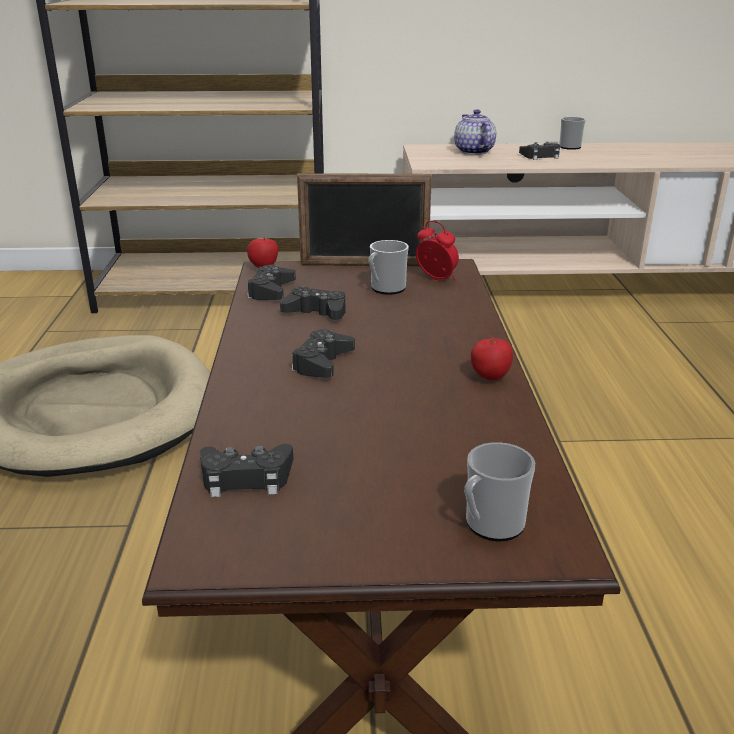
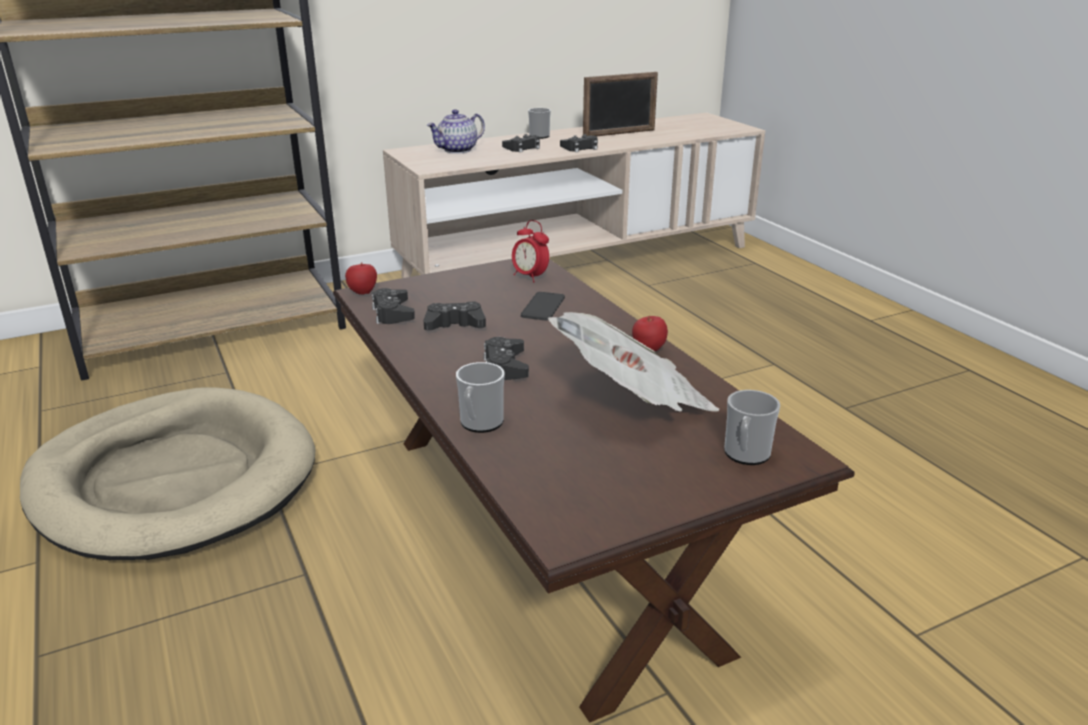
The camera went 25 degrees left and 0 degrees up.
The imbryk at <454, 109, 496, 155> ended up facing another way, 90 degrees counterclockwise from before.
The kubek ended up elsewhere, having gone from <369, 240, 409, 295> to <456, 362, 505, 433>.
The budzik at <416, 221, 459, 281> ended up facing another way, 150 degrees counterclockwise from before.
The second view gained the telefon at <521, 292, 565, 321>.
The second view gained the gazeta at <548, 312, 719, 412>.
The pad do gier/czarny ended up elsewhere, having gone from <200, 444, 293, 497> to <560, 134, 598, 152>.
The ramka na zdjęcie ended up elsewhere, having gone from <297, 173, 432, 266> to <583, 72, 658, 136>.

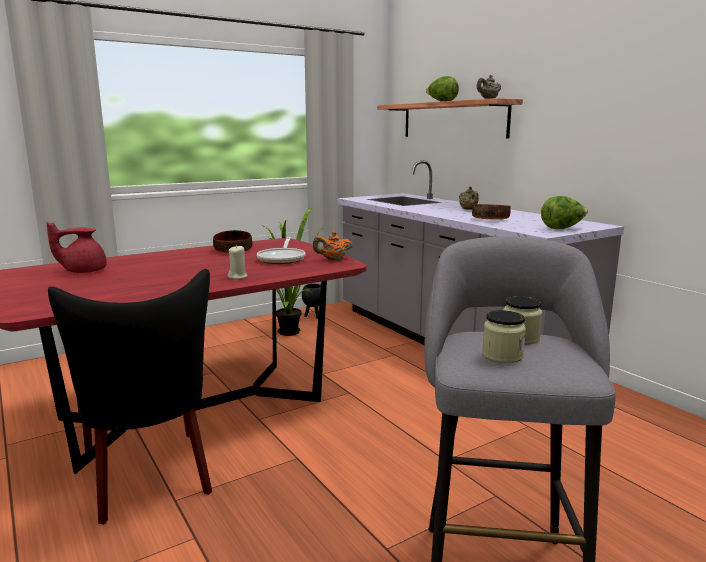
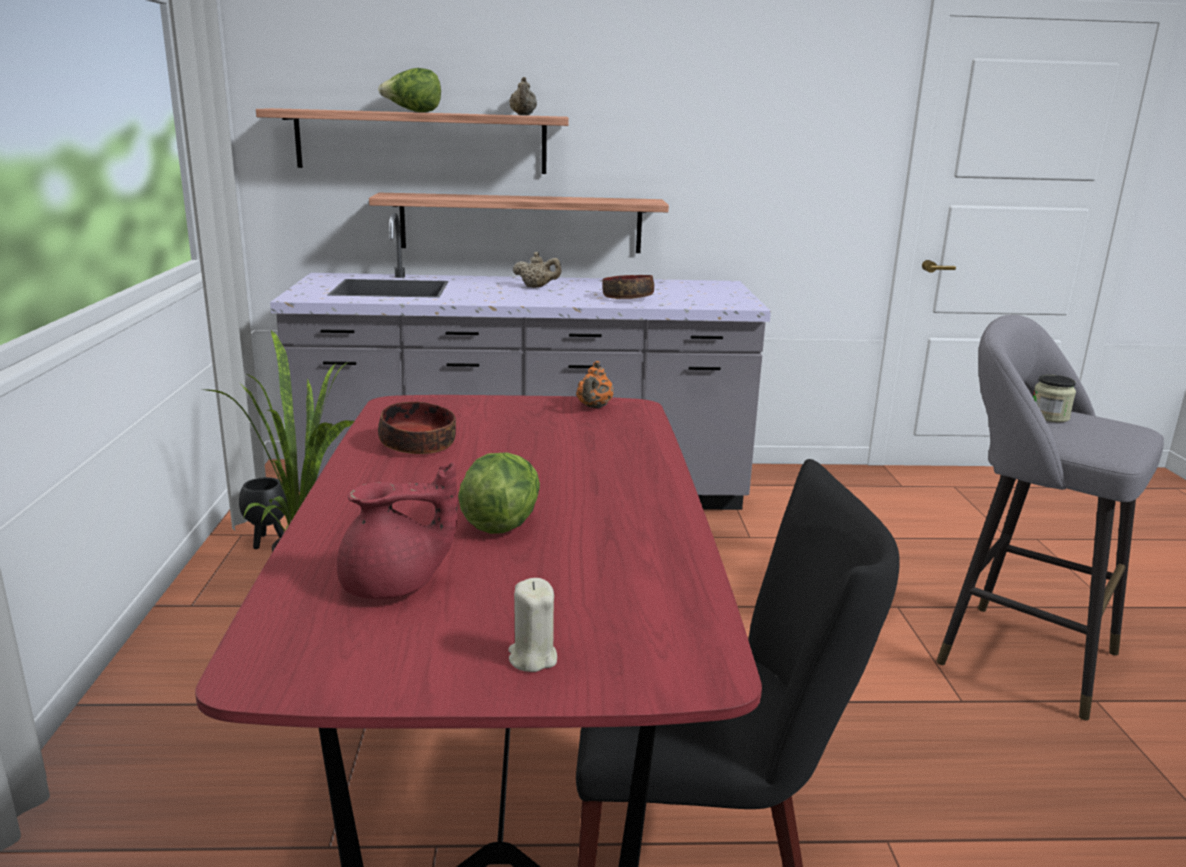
The camera went 60 degrees left and 5 degrees up.
The imbryk/czerwony at <46, 222, 107, 273> ended up facing another way, 105 degrees counterclockwise from before.
The second view gained the półka at <369, 193, 669, 253>.
The sałata ended up elsewhere, having gone from <541, 196, 588, 229> to <458, 452, 540, 534>.
The świeca/beżowy ended up elsewhere, having gone from <228, 245, 248, 279> to <508, 578, 557, 672>.
The second view lost the patelnia at <257, 237, 305, 264>.
The second view lost the słoik at <482, 310, 526, 363>.

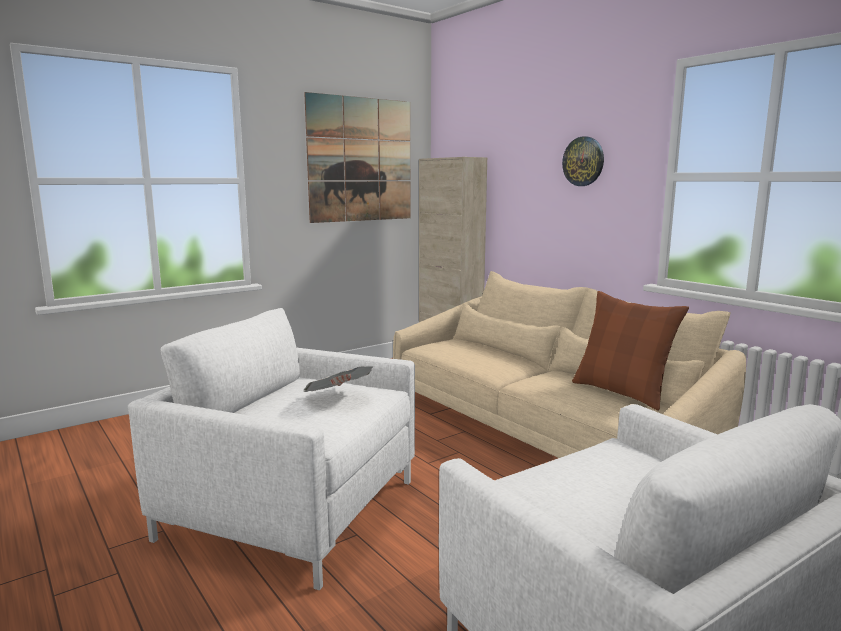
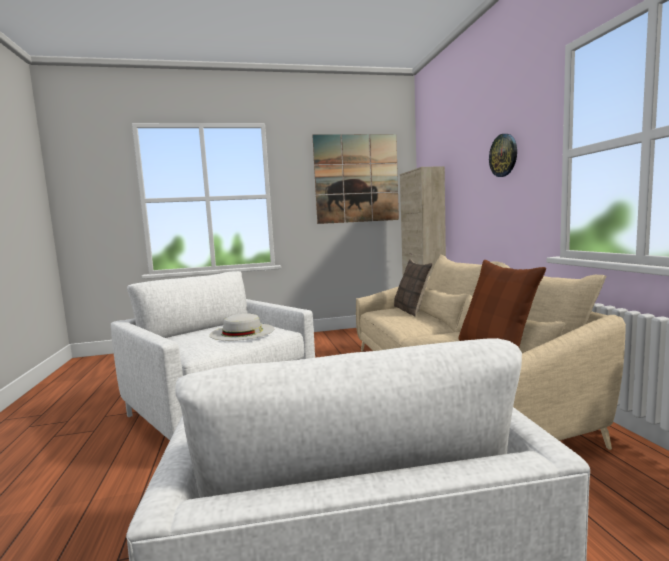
The camera went 25 degrees right and 5 degrees down.
Where the gazeta stood at <304, 366, 373, 392>, the kapelusz/biały came to stand at <209, 313, 274, 341>.
The second view gained the poduszka at <394, 259, 433, 317>.

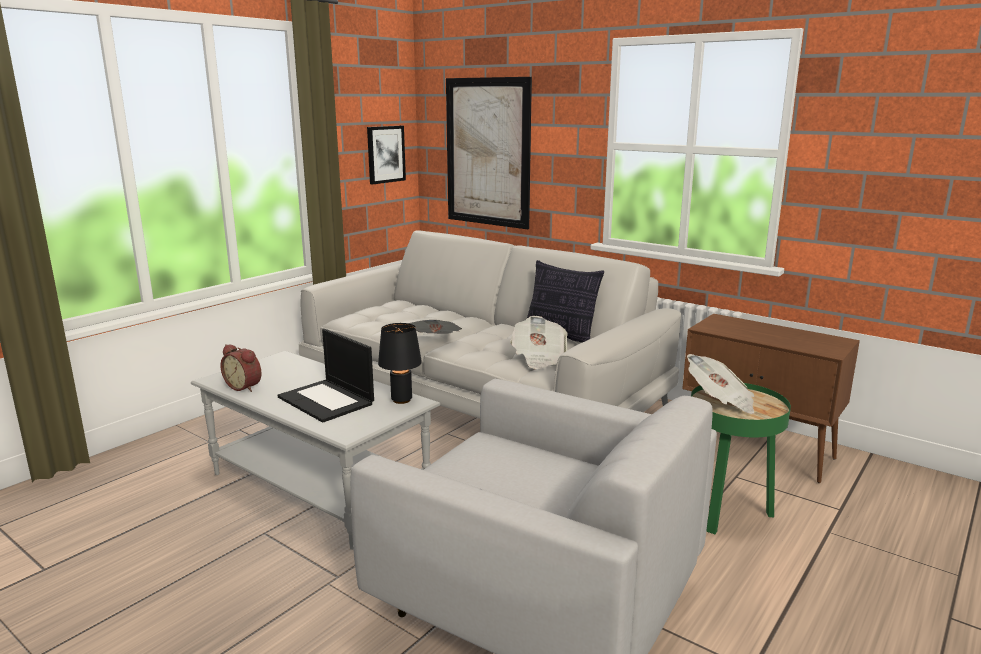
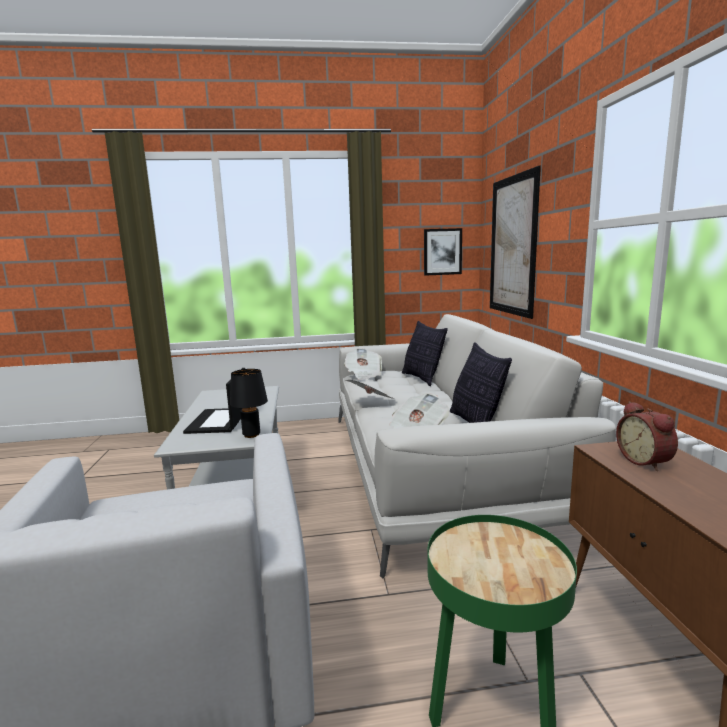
The camera went 45 degrees right and 5 degrees down.
The gazeta ended up elsewhere, having gone from <687, 354, 754, 414> to <344, 348, 382, 380>.
The second view gained the poduszka at <402, 321, 448, 386>.
The budzik ended up elsewhere, having gone from <220, 344, 261, 392> to <616, 401, 678, 471>.

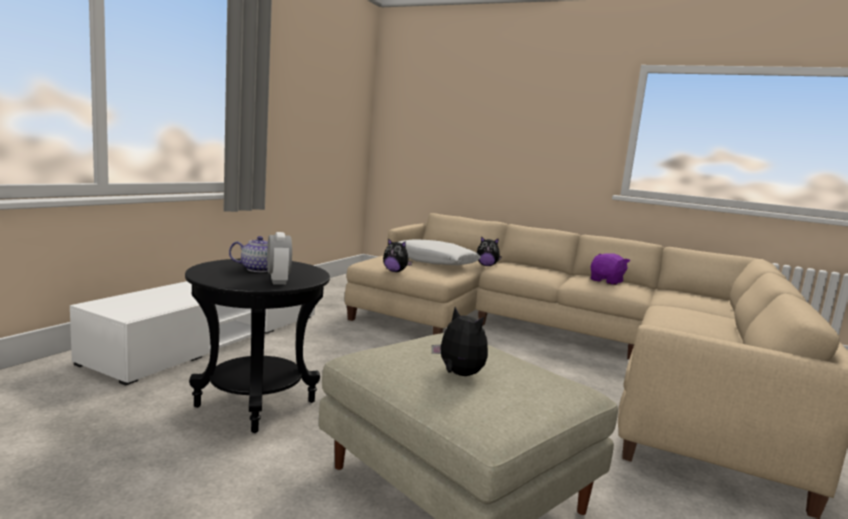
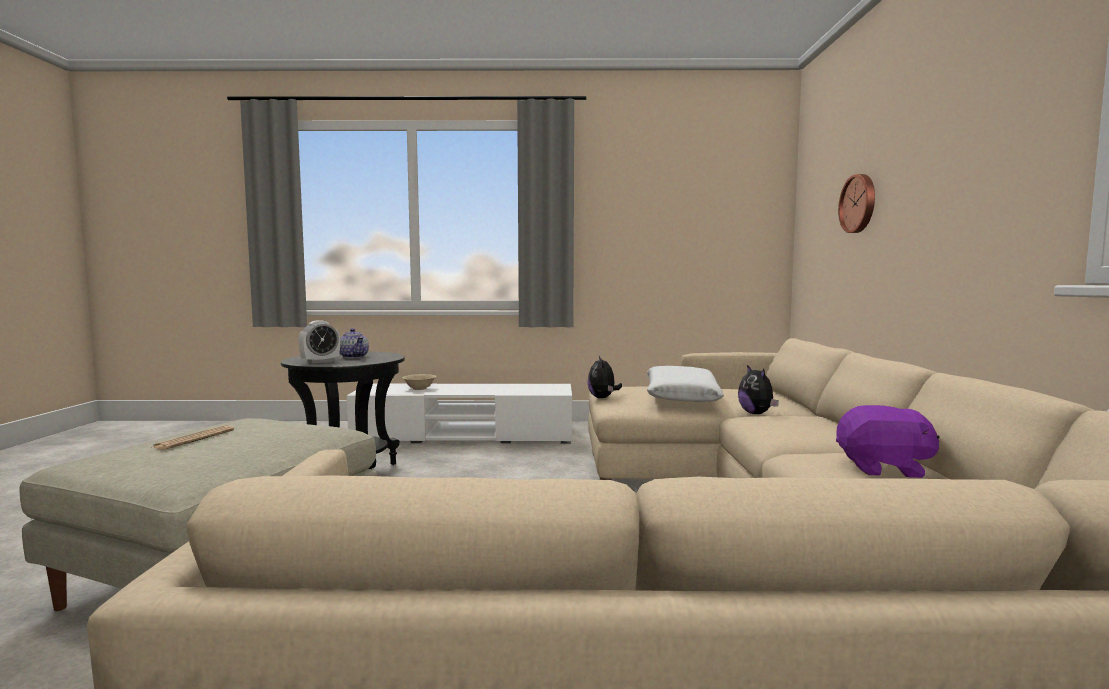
The camera went 65 degrees right and 5 degrees down.
Where the pluszak stood at <432, 307, 488, 376>, the gazeta came to stand at <151, 426, 234, 450>.
The second view gained the miska/beżowy at <403, 374, 436, 390>.
The second view gained the zegar ścienny at <838, 174, 875, 233>.

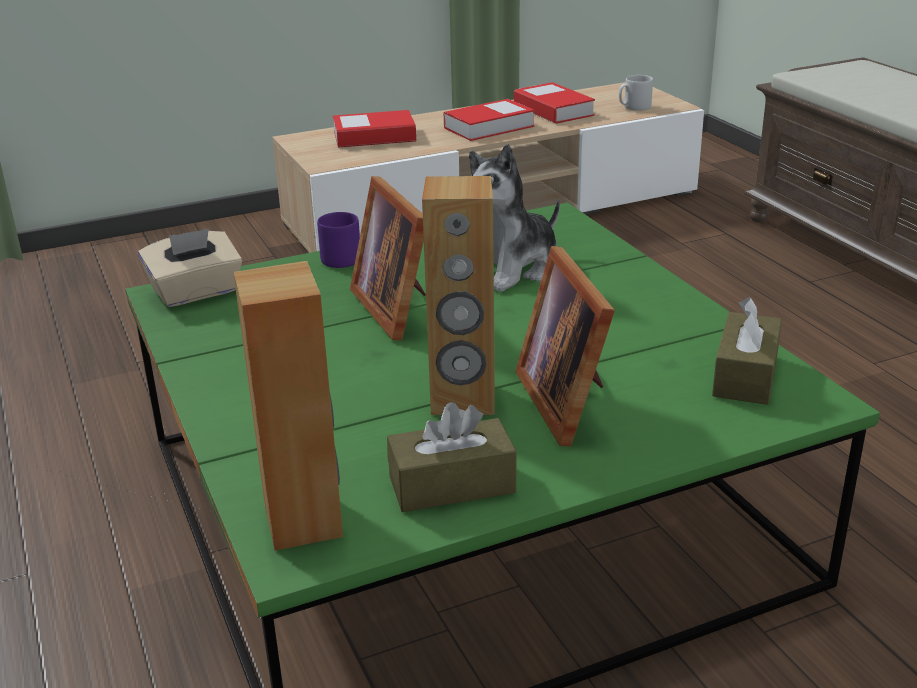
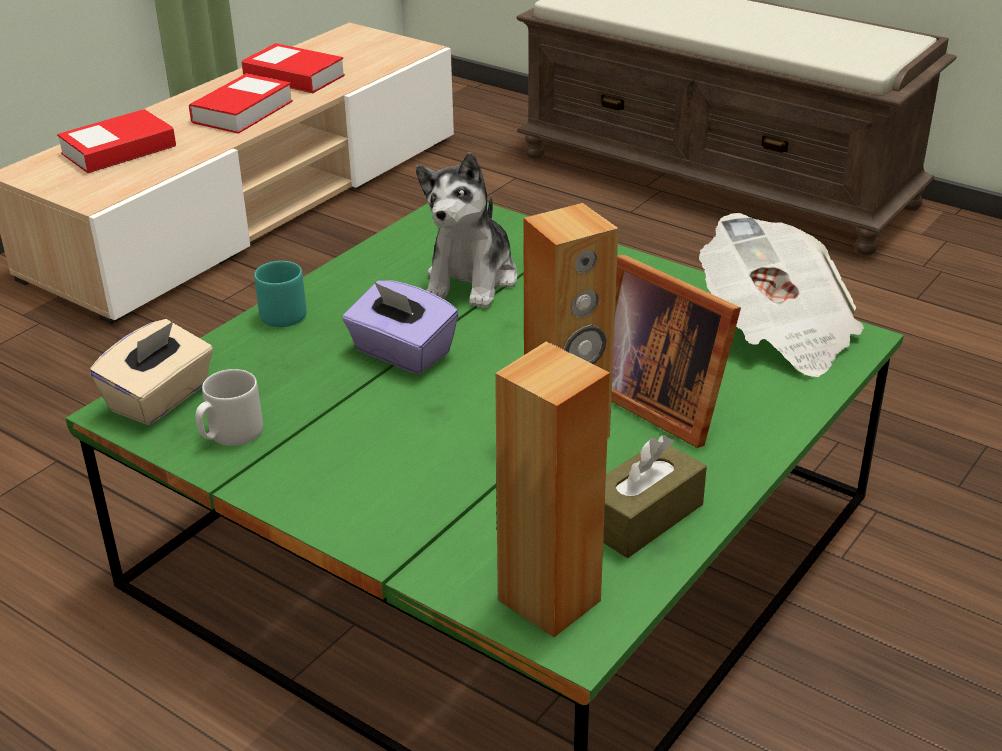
The camera went 30 degrees left and 5 degrees up.
The kubek/szary ended up elsewhere, having gone from <619, 75, 653, 111> to <196, 369, 263, 446>.
What was the kubek/fioletowy at <317, 212, 360, 268> turned into the kubek/turkusowy at <254, 261, 306, 327>.
Where the ramka na zdjęcie stood at <350, 176, 426, 340>, the pudełko chusteczek/fioletowy came to stand at <343, 280, 459, 374>.
Where the pudełko chusteczek/brązowy stood at <712, 297, 782, 405>, the gazeta came to stand at <699, 213, 864, 377>.

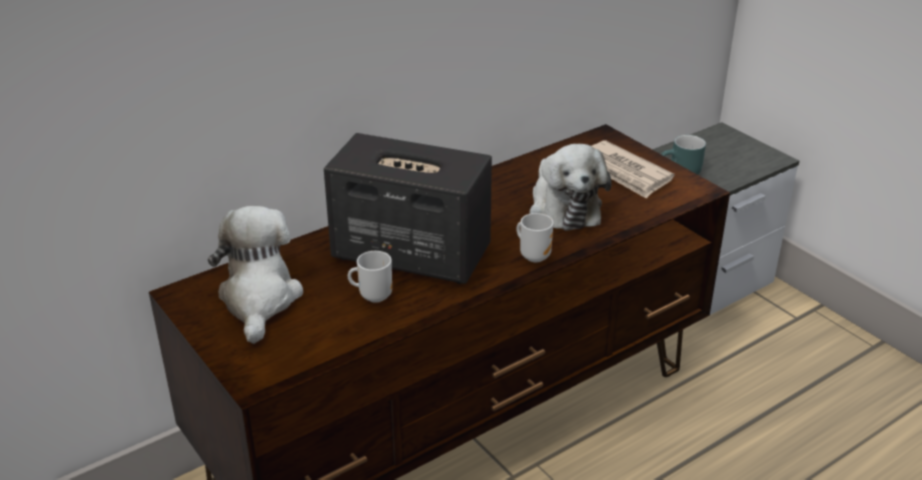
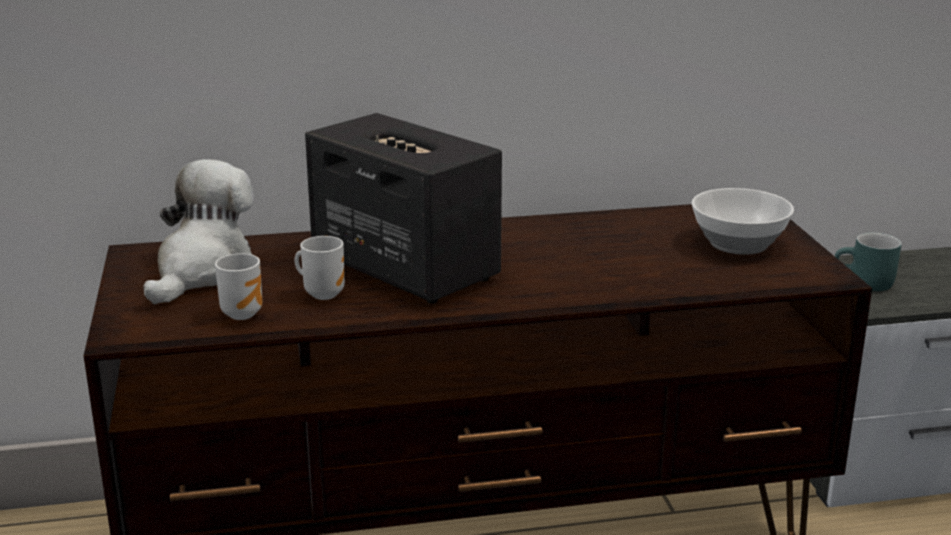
The camera went 25 degrees right and 10 degrees down.
The kubek ended up elsewhere, having gone from <517, 213, 554, 263> to <215, 253, 262, 320>.
Where the gazeta stood at <592, 140, 675, 199>, the miska came to stand at <692, 188, 794, 255>.
The second view lost the pluszak at <530, 144, 611, 231>.

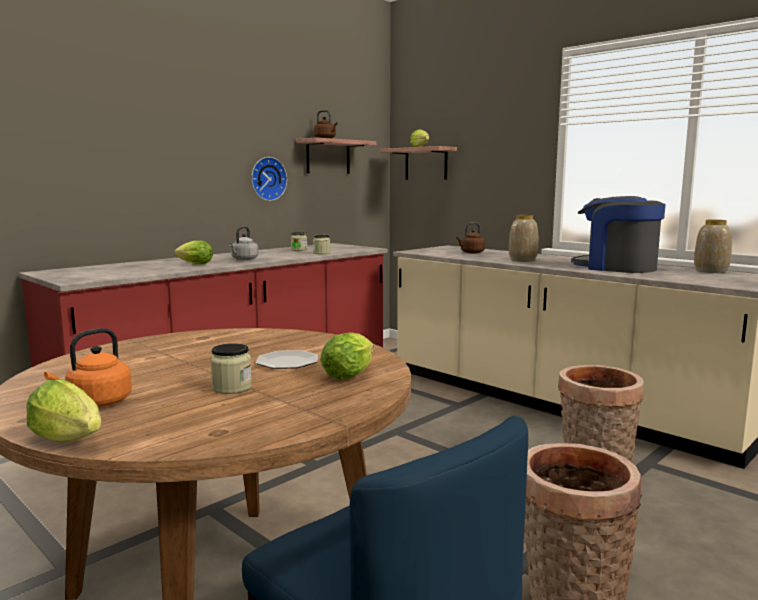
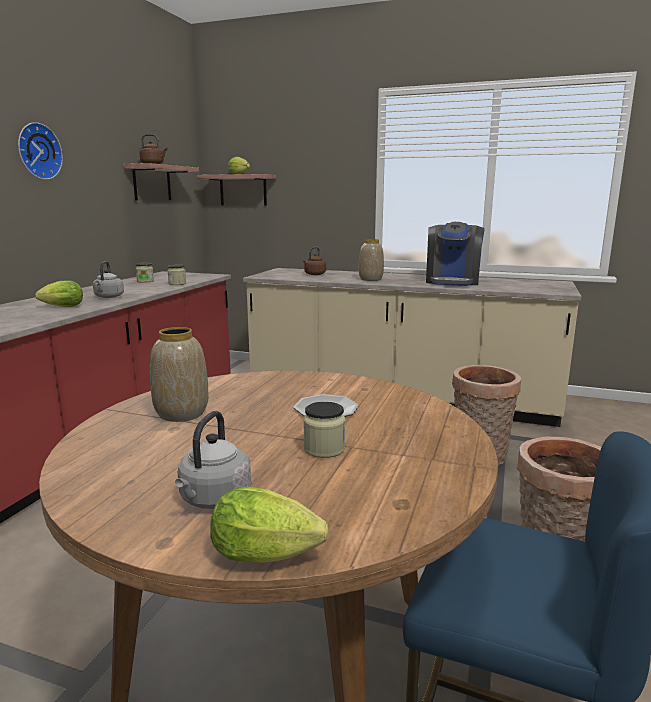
The camera went 25 degrees left and 5 degrees up.
The zegar ścienny ended up elsewhere, having gone from <251, 157, 287, 201> to <18, 122, 63, 180>.
The wazon ended up elsewhere, having gone from <694, 220, 732, 273> to <150, 327, 208, 422>.
What was the czajnik/pomarańczowy at <44, 328, 132, 407> turned into the czajnik/szary at <175, 411, 251, 509>.
The ekspres do kawy at <571, 196, 666, 273> ended up facing another way, 90 degrees counterclockwise from before.
The second view lost the sałata at <320, 332, 374, 380>.

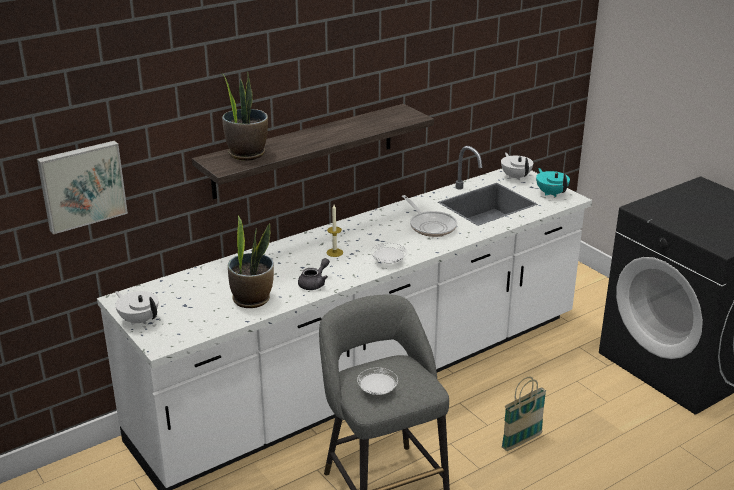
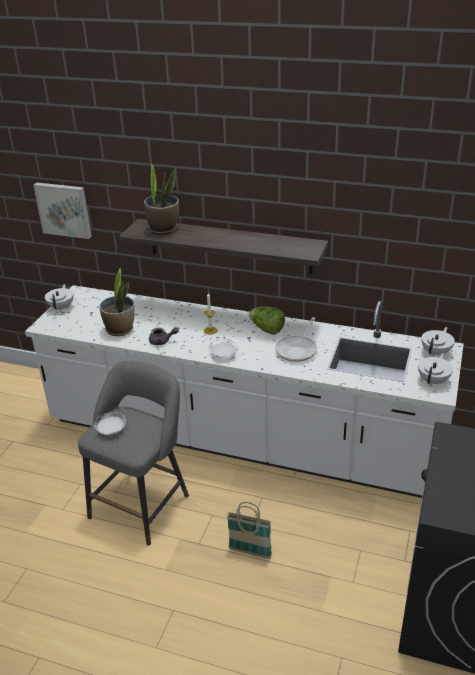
The camera went 55 degrees right and 5 degrees up.
The second view gained the sałata at <249, 306, 285, 335>.
What was the imbryk/turkusowy at <536, 168, 570, 197> turned into the imbryk/biały at <418, 353, 453, 386>.

